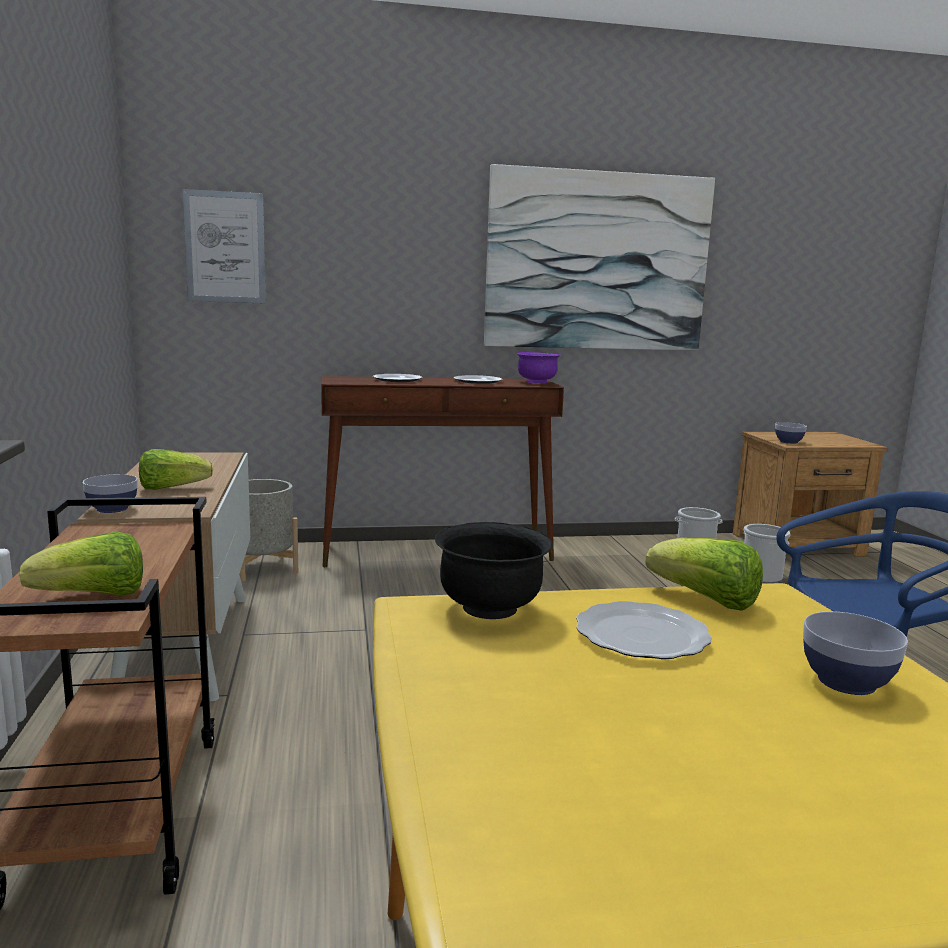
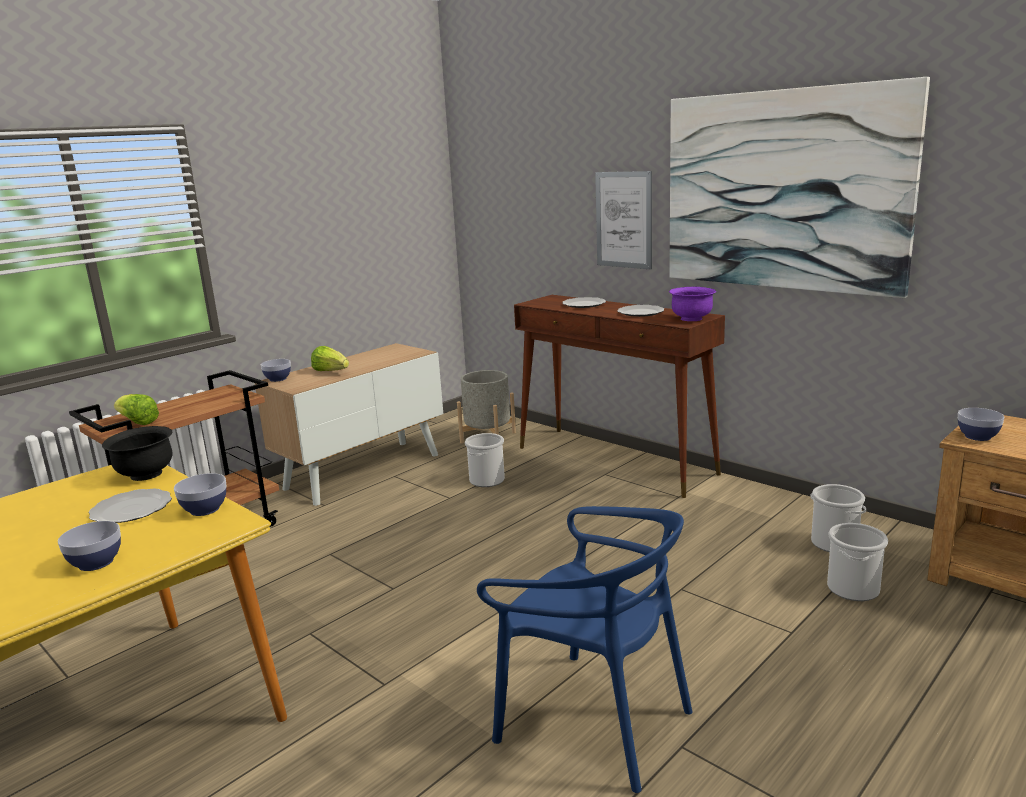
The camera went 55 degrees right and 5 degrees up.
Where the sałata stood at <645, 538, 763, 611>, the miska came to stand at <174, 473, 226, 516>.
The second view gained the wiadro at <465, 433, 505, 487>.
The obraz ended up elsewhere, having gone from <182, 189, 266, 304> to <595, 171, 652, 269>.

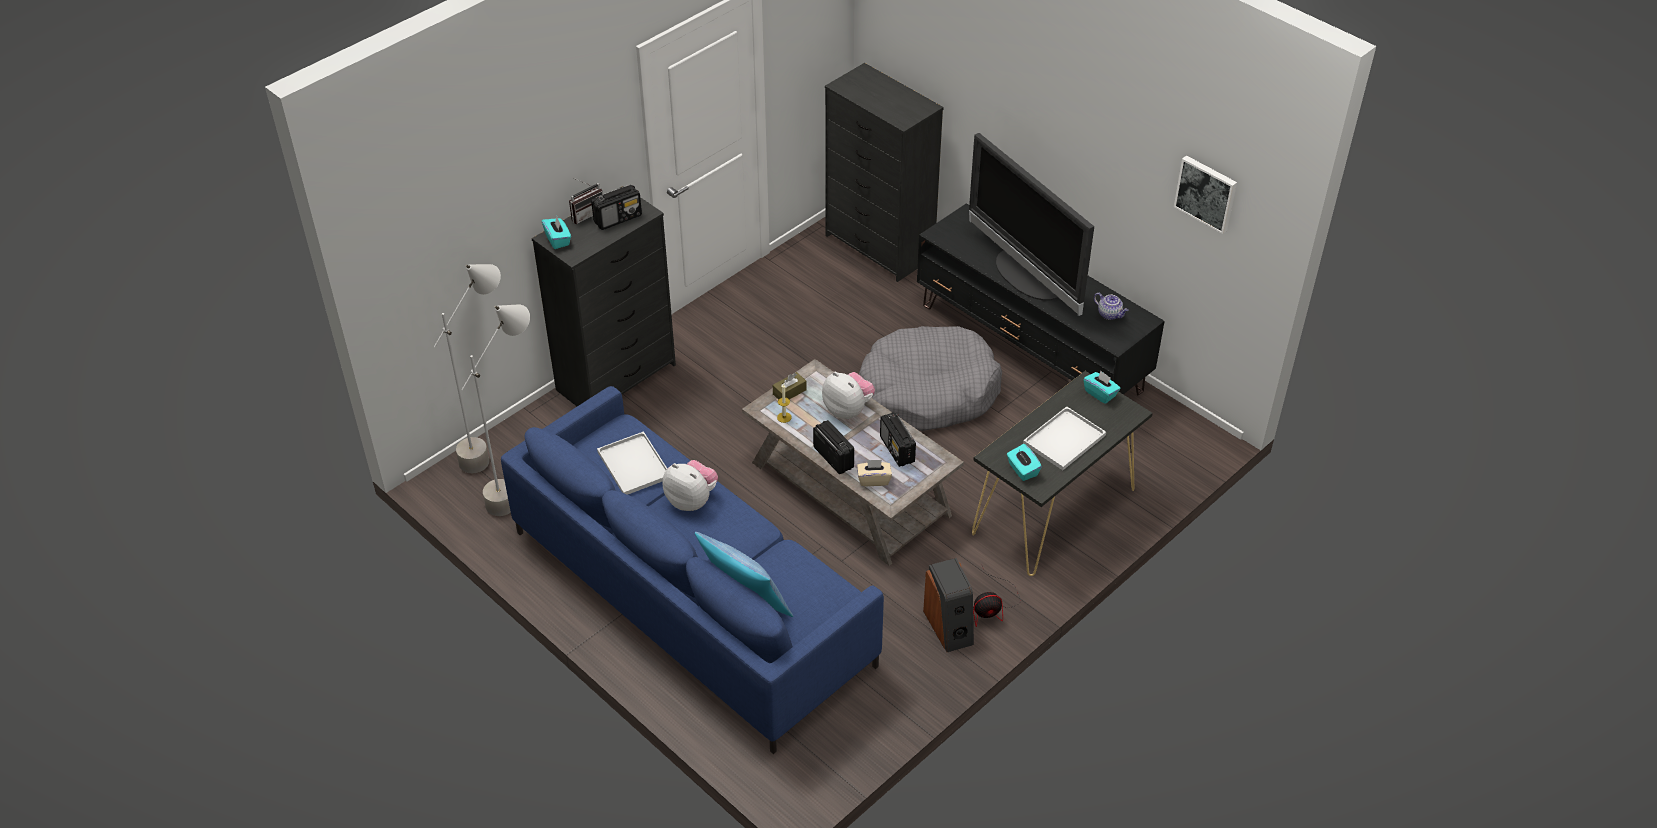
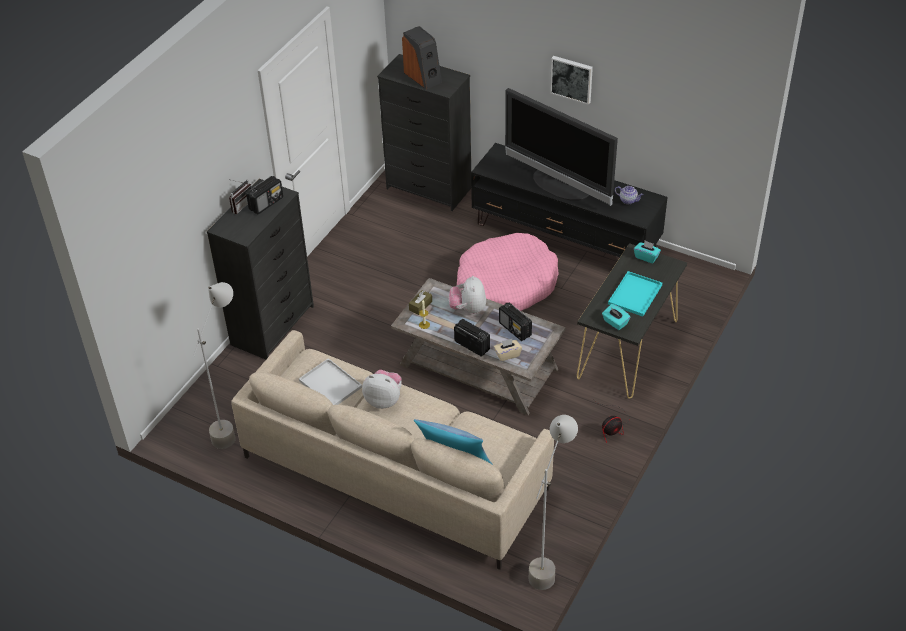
The camera went 15 degrees left and 0 degrees up.
What was the kanapa/niebieski at <501, 386, 884, 754> turned into the kanapa/beżowy at <231, 330, 554, 570>.
The głośnik ended up elsewhere, having gone from <923, 558, 974, 652> to <402, 26, 442, 89>.
The pluszak at <822, 372, 875, 419> ended up facing another way, 120 degrees counterclockwise from before.
What was the legowisko/szary at <859, 326, 1002, 431> turned into the legowisko/różowy at <457, 233, 559, 311>.
The lampa stojąca/szary ended up elsewhere, having gone from <434, 264, 501, 473> to <528, 415, 578, 590>.
The obraz ended up elsewhere, having gone from <1174, 155, 1237, 234> to <550, 56, 593, 105>.
What was the taca/biały at <1023, 406, 1106, 470> turned into the taca/turkusowy at <608, 271, 662, 317>.
The second view lost the pudełko chusteczek/turkusowy at <542, 217, 571, 249>.

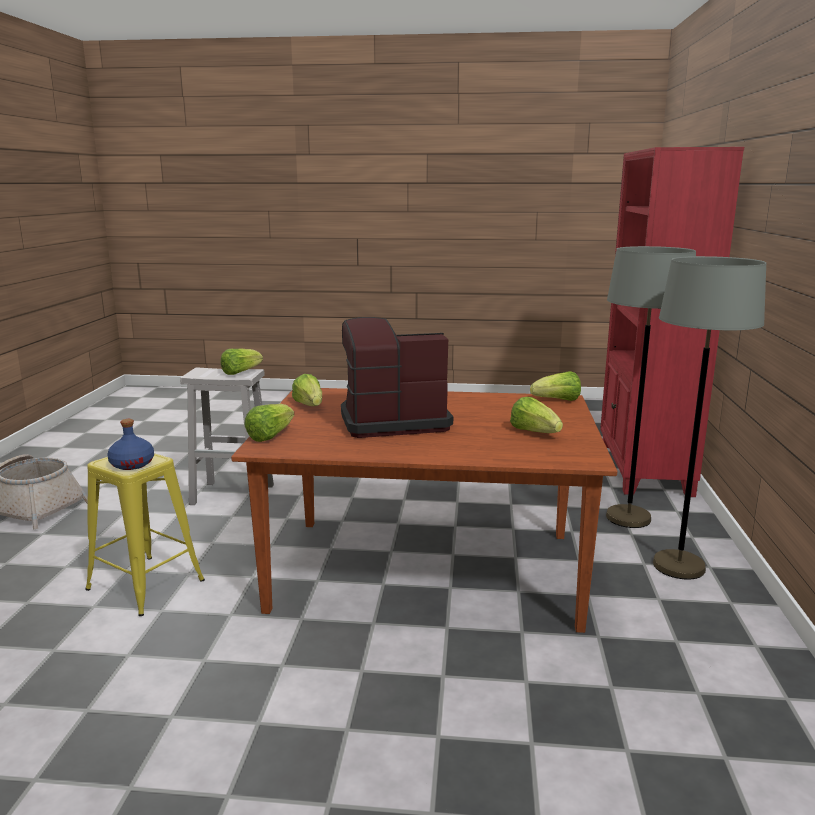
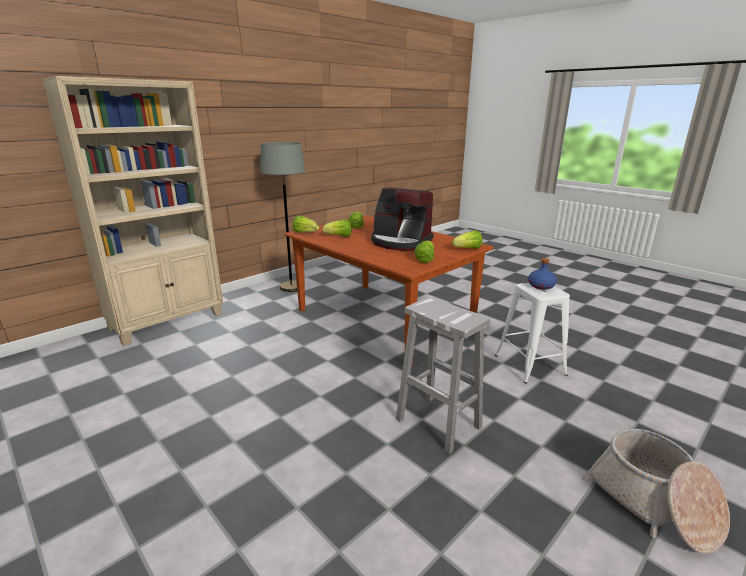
The camera went 140 degrees left and 5 degrees up.
What was the regał/czerwony at <600, 147, 744, 497> turned into the regał/beżowy at <42, 76, 223, 346>.
The sałata ended up elsewhere, having gone from <221, 348, 263, 375> to <322, 220, 352, 237>.
What was the stołek/żółty at <85, 453, 205, 616> turned into the stołek/biały at <495, 283, 570, 384>.
The second view lost the lampa stojąca/szary at <606, 246, 696, 528>.

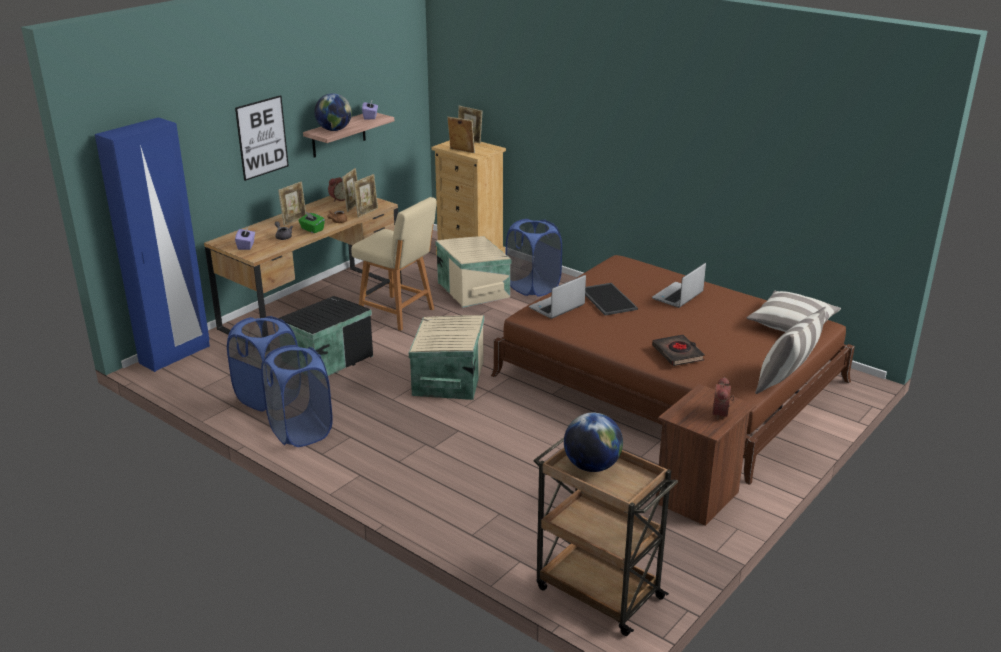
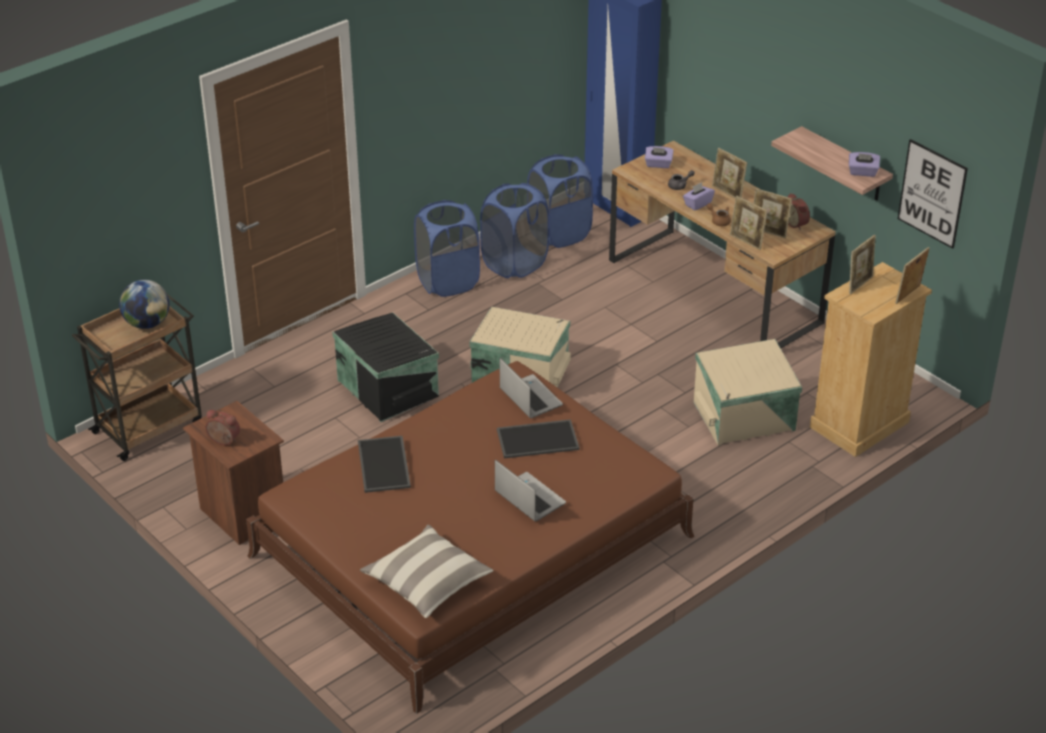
The camera went 100 degrees right and 10 degrees up.
The pojemnik do przechowywania/czarny ended up elsewhere, having gone from <278, 296, 373, 376> to <332, 312, 439, 422>.
Where the książka/czarny stood at <652, 335, 705, 366>, the taca came to stand at <358, 436, 411, 493>.
The kosz na pranie/niebieski ended up elsewhere, having gone from <506, 219, 562, 297> to <527, 154, 593, 248>.
What was the pudełko chusteczek/zielony at <298, 212, 325, 233> turned into the pudełko chusteczek/fioletowy at <683, 182, 715, 211>.
The obraz ended up elsewhere, having gone from <235, 95, 289, 181> to <898, 139, 968, 249>.
The second view lost the globus at <314, 93, 352, 131>.
The second view lost the krzesło/beżowy at <351, 197, 437, 331>.
The second view lost the poduszka at <755, 306, 827, 394>.

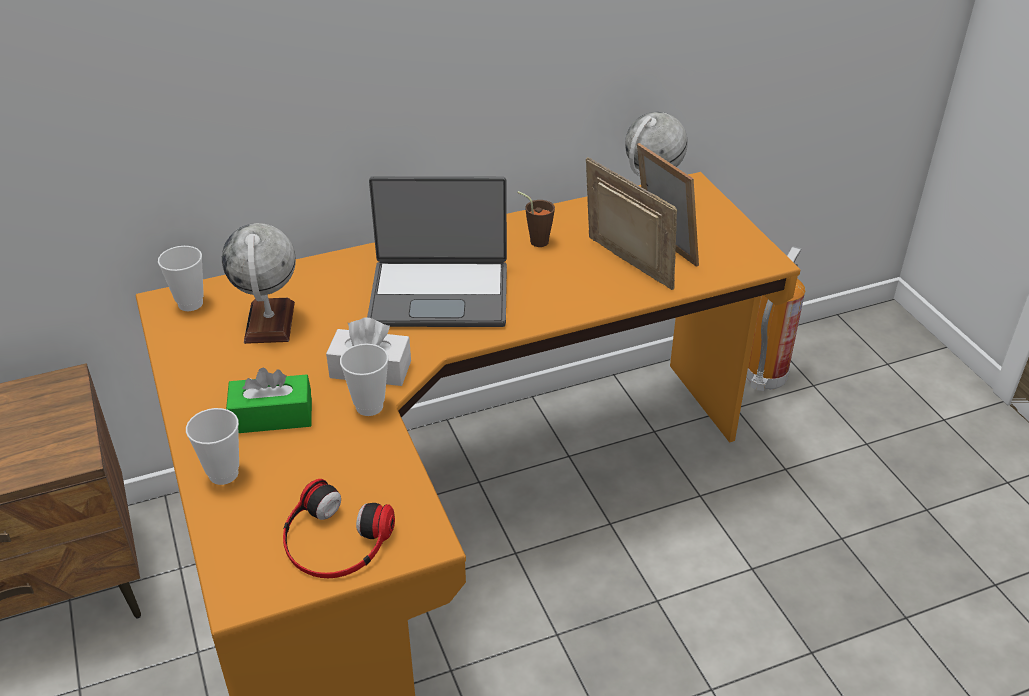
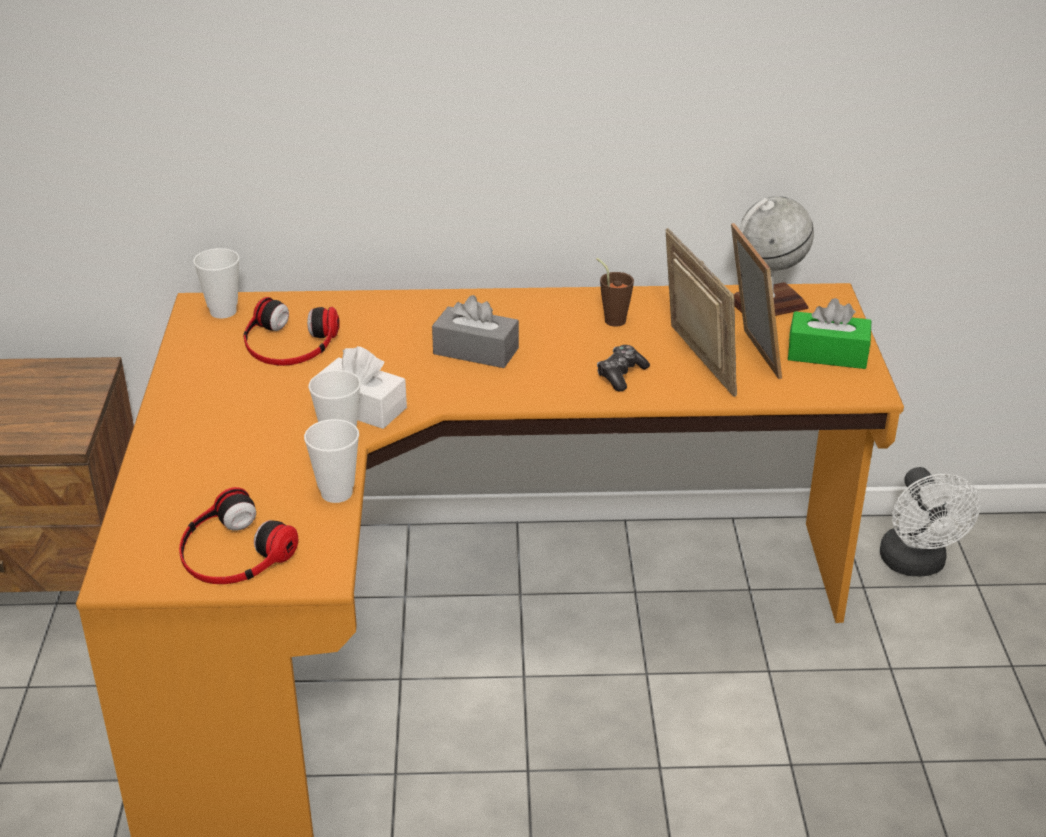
The camera went 20 degrees right and 5 degrees down.
Where the globus stood at <222, 223, 296, 344>, the słuchawki came to stand at <243, 297, 340, 366>.
The filiżanka ended up elsewhere, having gone from <186, 408, 239, 485> to <304, 419, 359, 503>.
Where the laptop stood at <367, 176, 507, 327>, the pudełko chusteczek/szary came to stand at <432, 295, 519, 368>.
The second view gained the pad do gier at <597, 345, 650, 392>.
The pudełko chusteczek/zielony ended up elsewhere, having gone from <226, 368, 312, 433> to <788, 298, 872, 369>.
Where the gaśnica stood at <746, 246, 806, 391>, the wentylator/biały came to stand at <880, 467, 980, 576>.

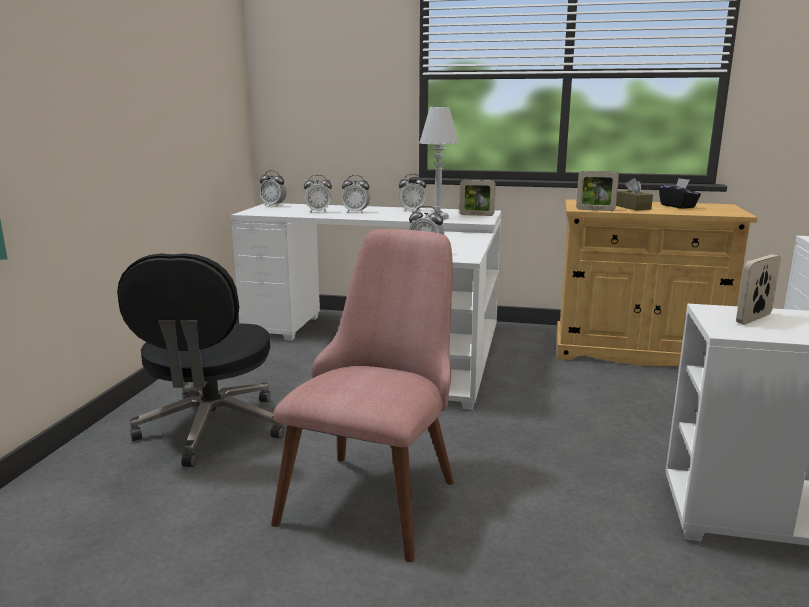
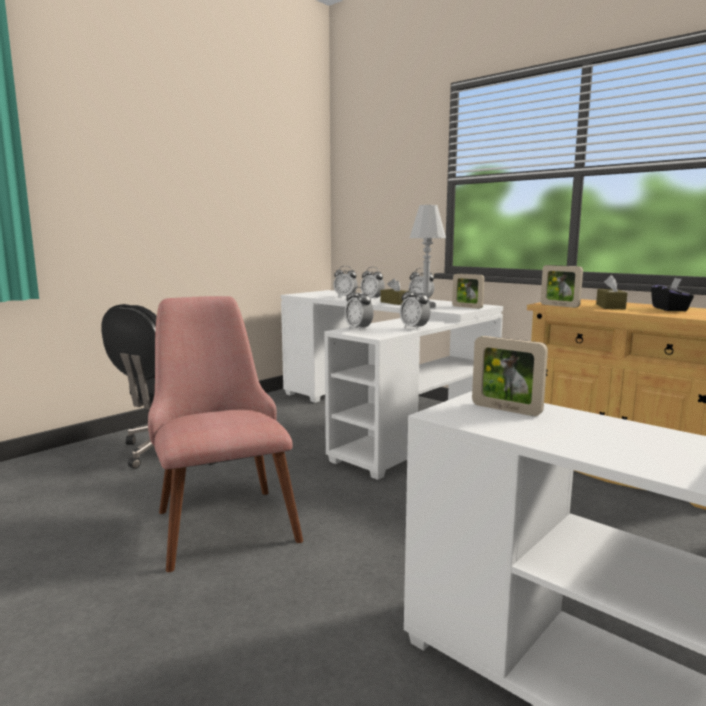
The camera went 30 degrees right and 5 degrees down.
The krzesło/różowy at <271, 229, 454, 562> ended up facing another way, 75 degrees counterclockwise from before.
The second view gained the pudełko chusteczek/brązowy at <380, 278, 410, 305>.
The budzik ended up elsewhere, having gone from <259, 170, 287, 206> to <400, 286, 430, 330>.
The ramka na zdjęcie at <736, 254, 781, 324> ended up facing another way, 135 degrees counterclockwise from before.

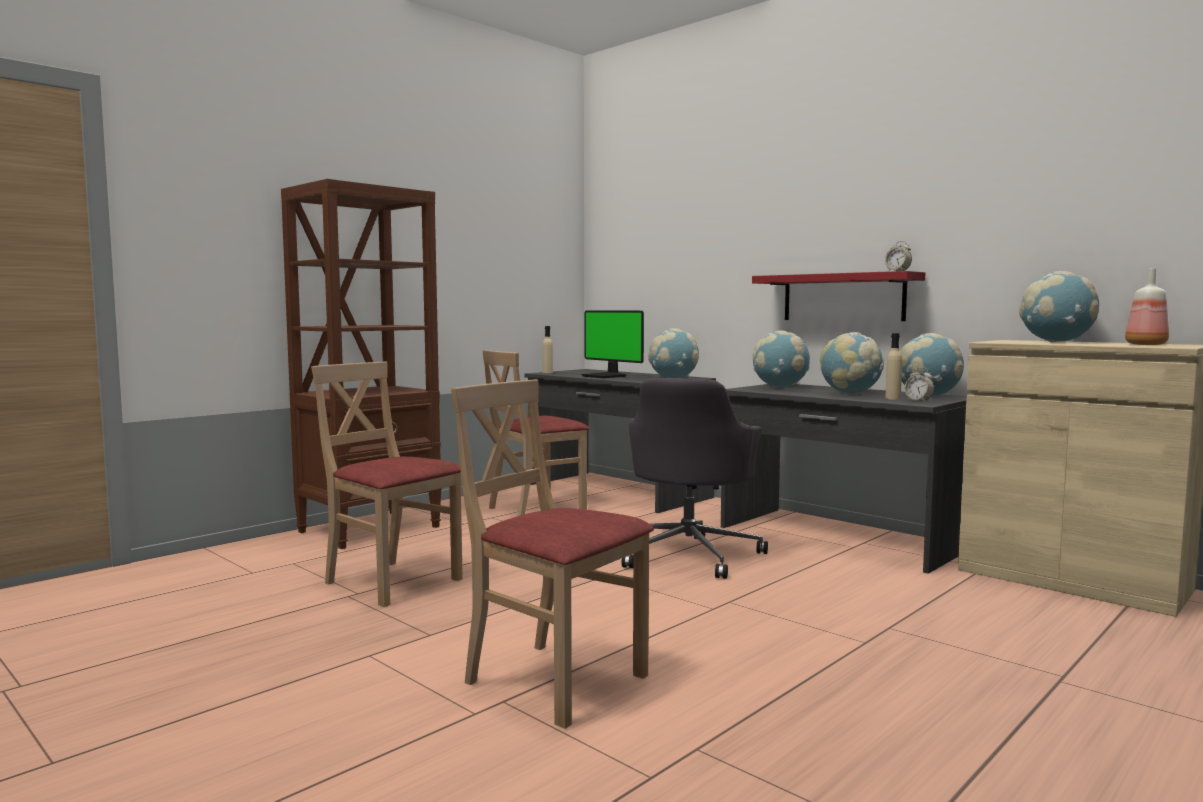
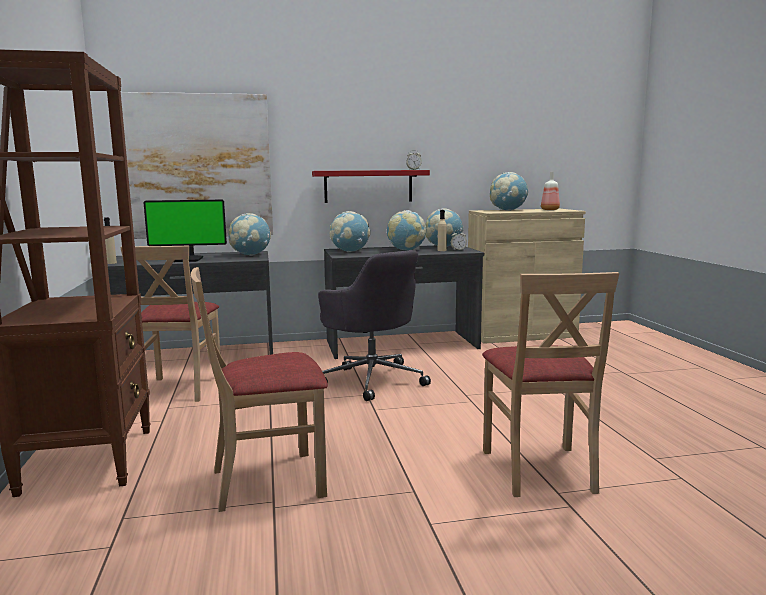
The camera went 55 degrees left and 5 degrees up.
The second view gained the obraz at <121, 92, 273, 239>.
The krzesło/beżowy at <451, 379, 654, 729> ended up facing another way, 75 degrees counterclockwise from before.

